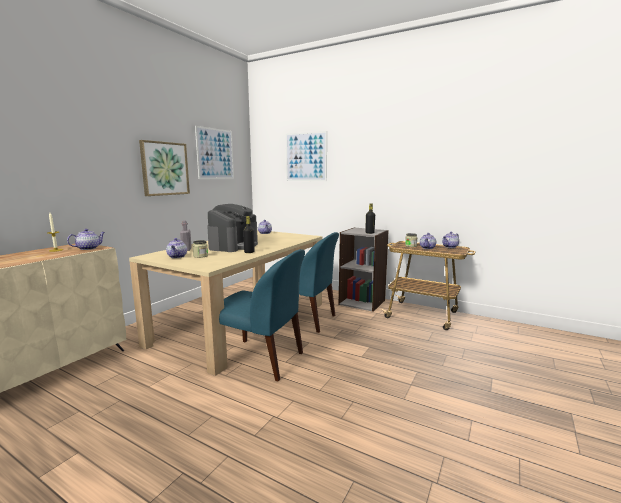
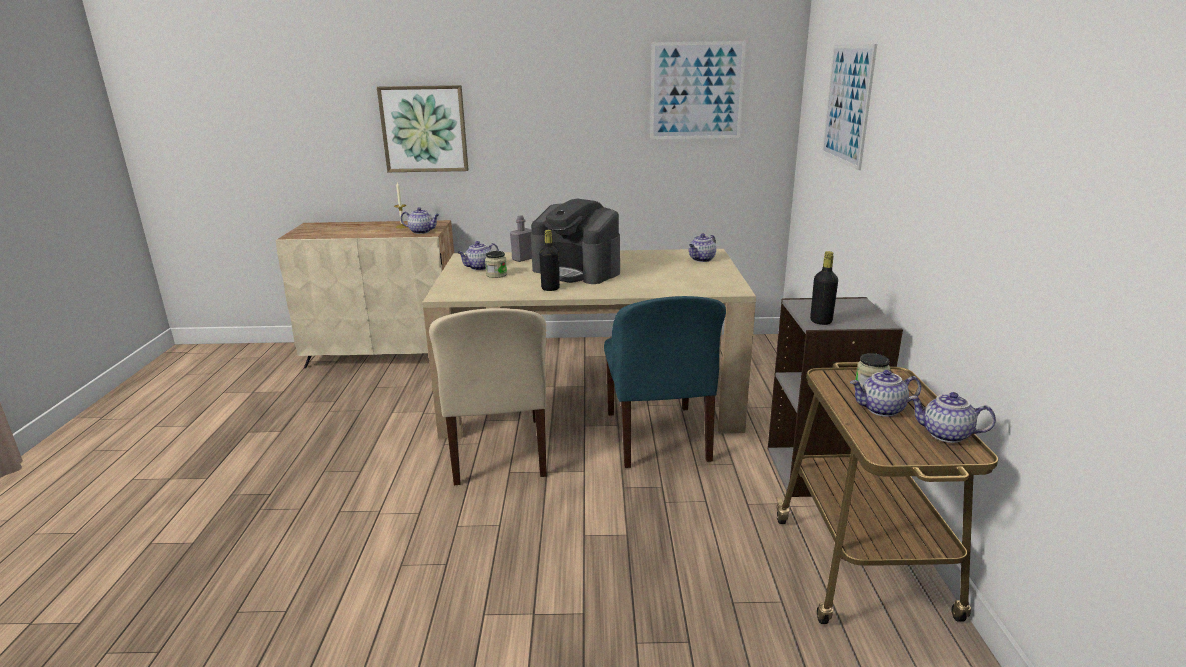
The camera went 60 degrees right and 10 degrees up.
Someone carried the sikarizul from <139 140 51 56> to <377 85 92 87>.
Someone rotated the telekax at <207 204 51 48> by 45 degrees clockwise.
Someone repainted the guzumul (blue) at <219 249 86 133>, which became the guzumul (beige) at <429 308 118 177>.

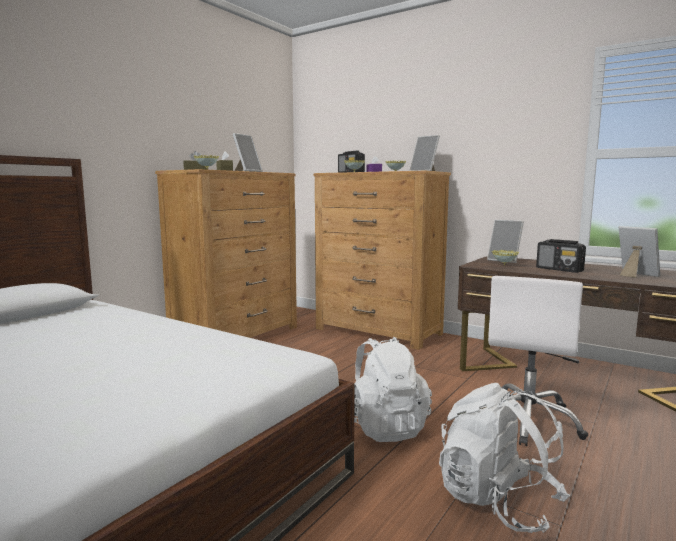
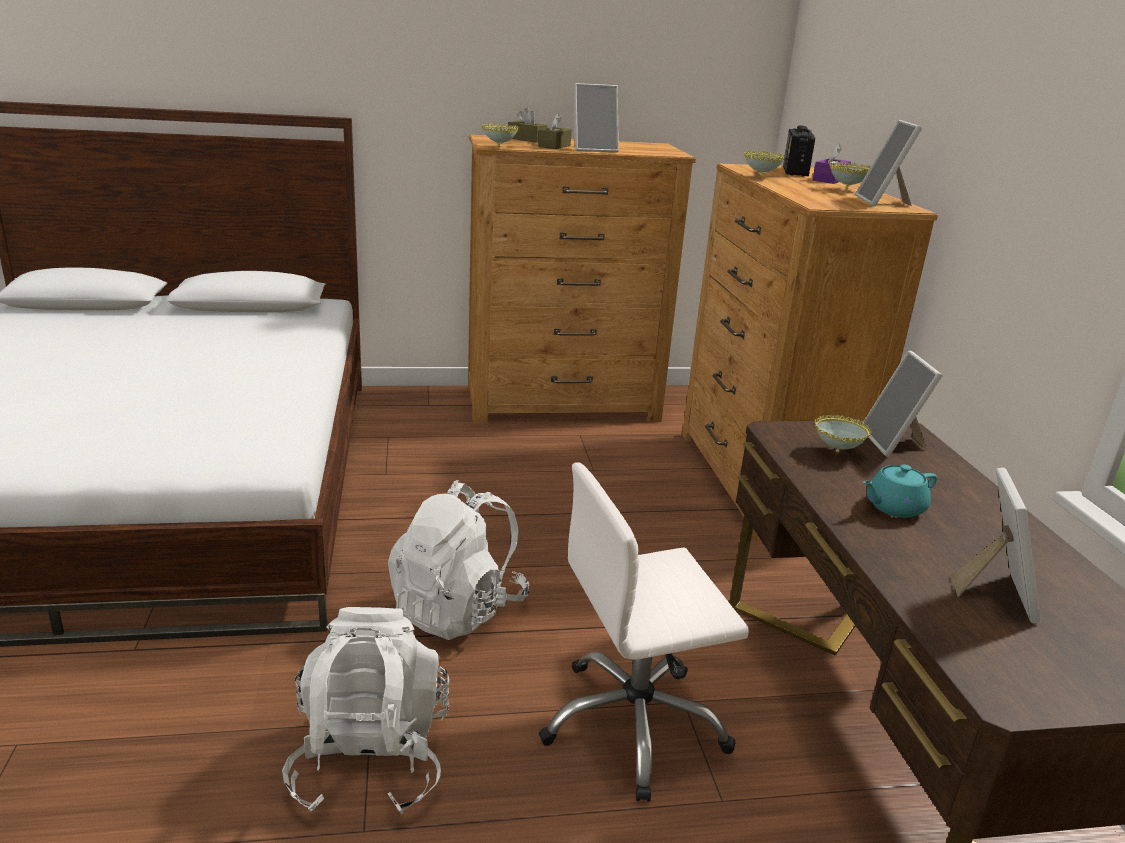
The camera went 45 degrees right and 15 degrees up.
Someone swapped the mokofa at <536 239 50 34> for the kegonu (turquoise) at <863 465 74 53>.

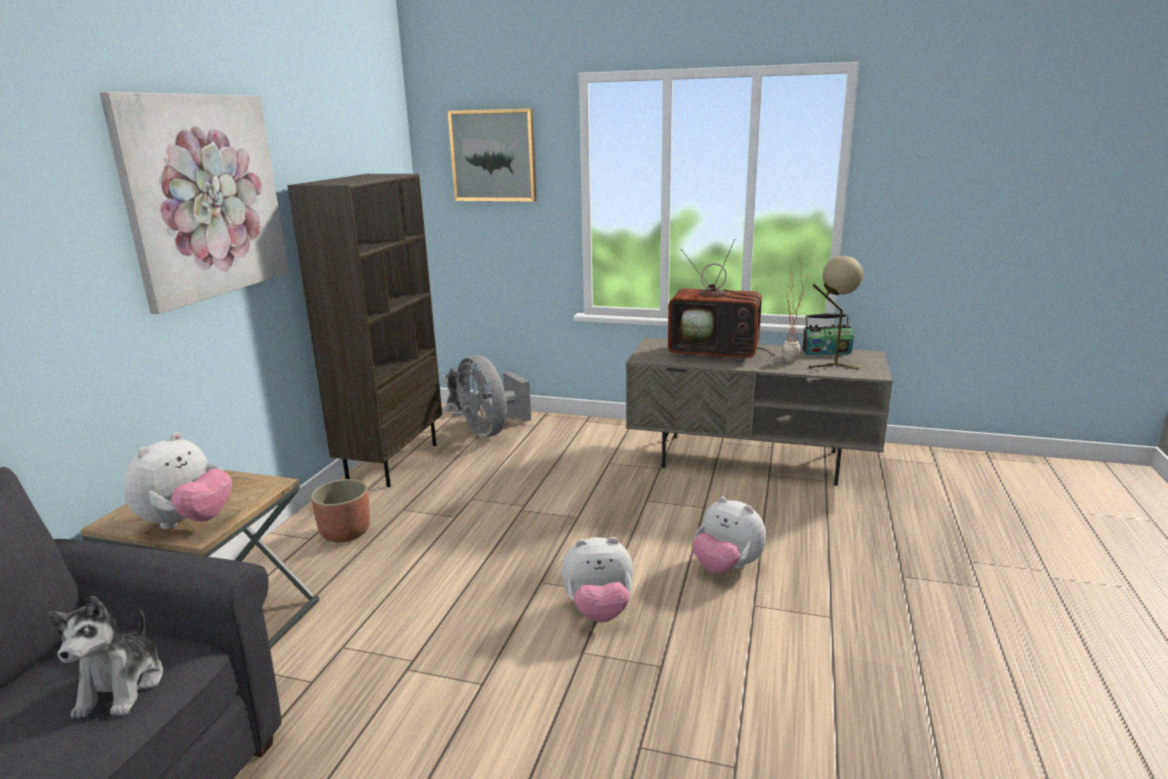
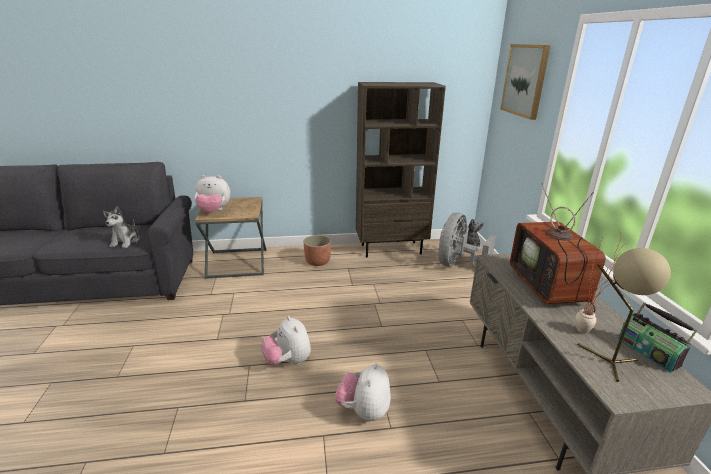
The camera went 65 degrees right and 5 degrees up.
Someone rotated the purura at <49 596 114 122> by 60 degrees counterclockwise.
Someone took away the sikarizul at <99 92 190 222>.

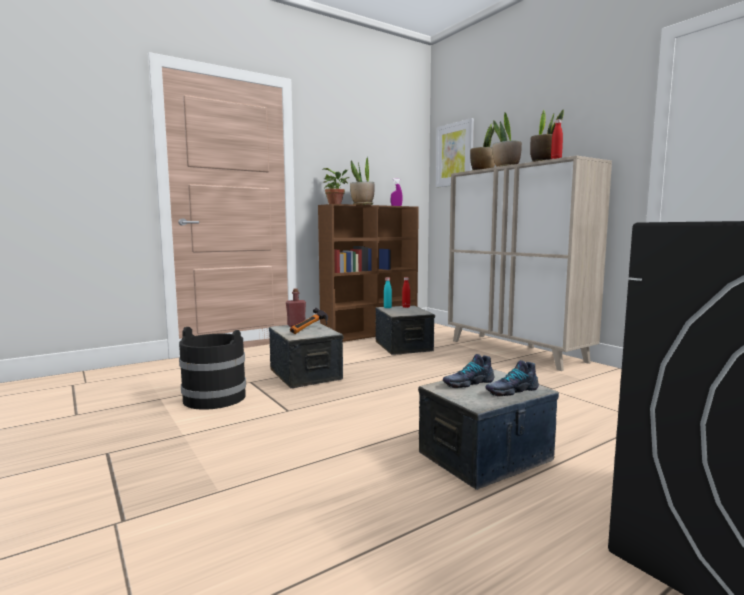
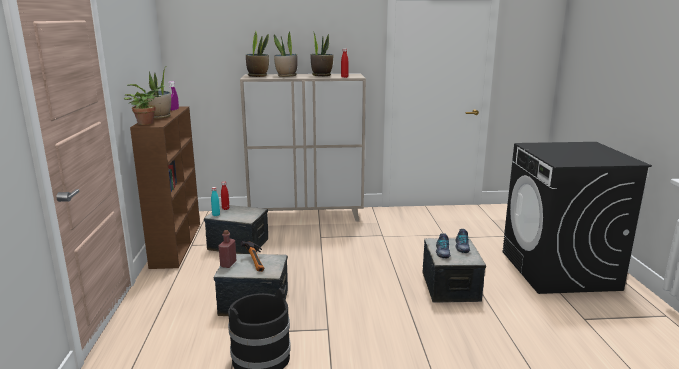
The camera went 60 degrees left and 10 degrees up.
Someone took away the sikarizul at <436 118 38 69>.

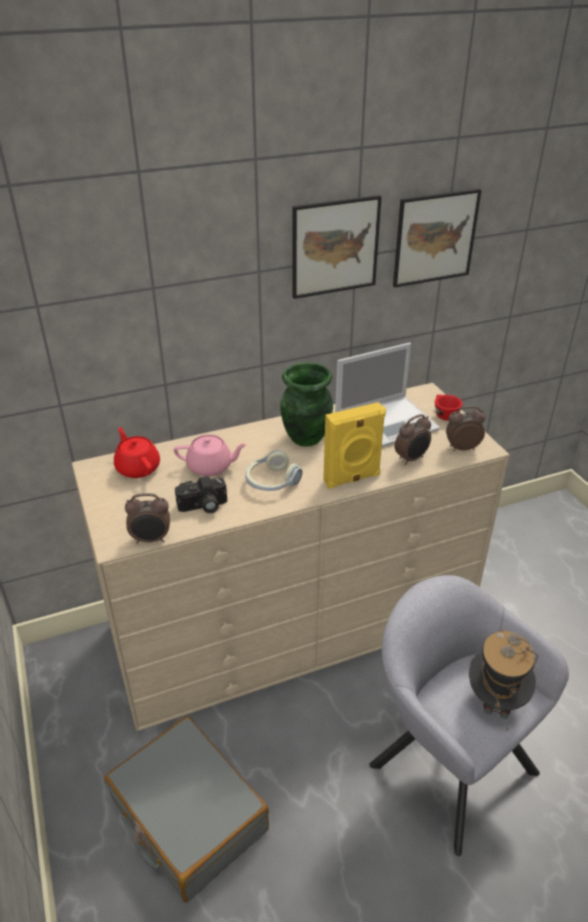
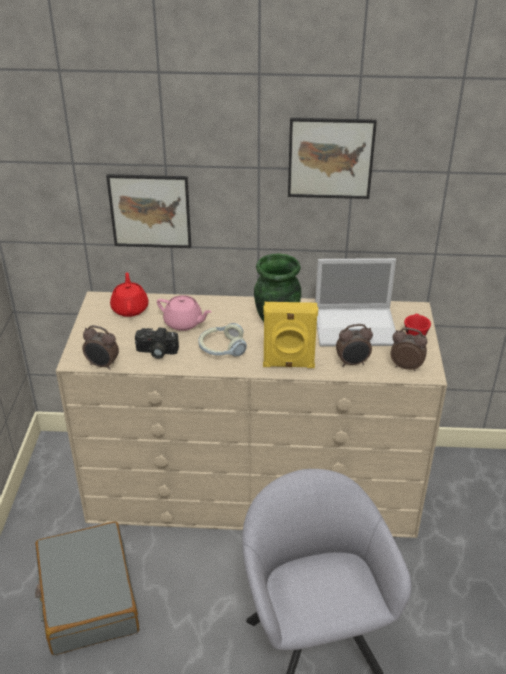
The camera went 25 degrees right and 0 degrees up.
Someone carried the sikarizul from <393 189 88 98> to <106 174 85 74>.
Someone took away the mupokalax at <469 630 69 102>.

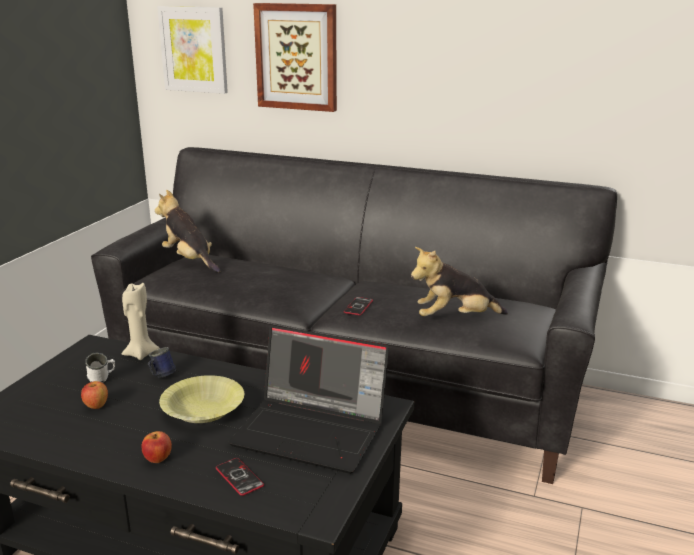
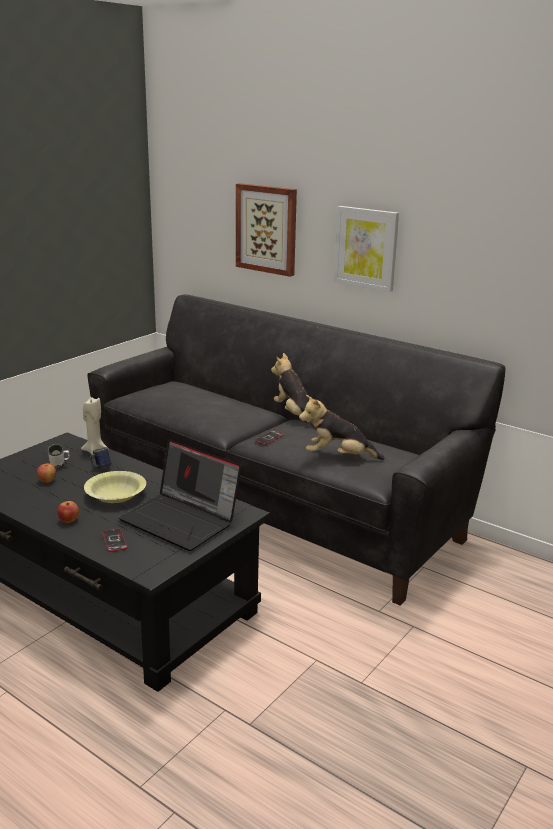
The camera went 15 degrees right and 0 degrees up.
Someone carried the purura from <155 190 65 83> to <271 353 45 76>.
Someone carried the sikarizul from <157 6 71 88> to <334 206 65 86>.

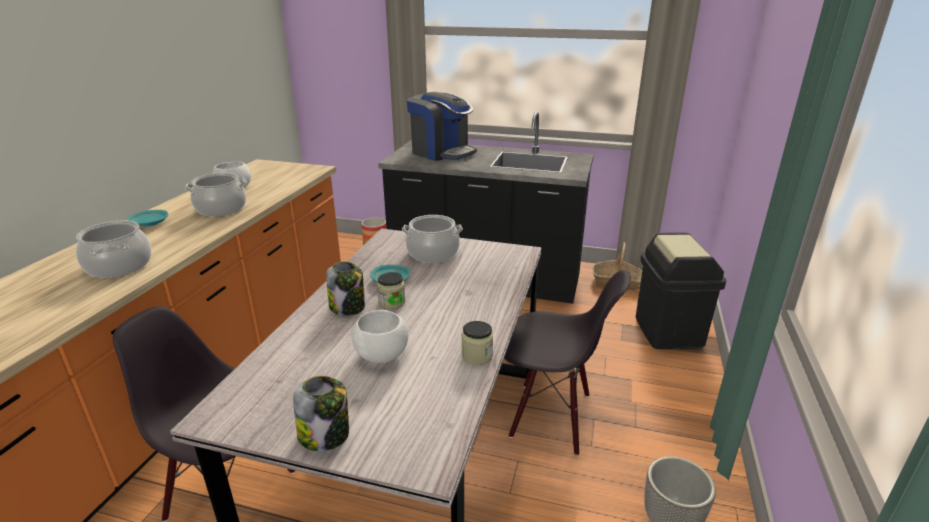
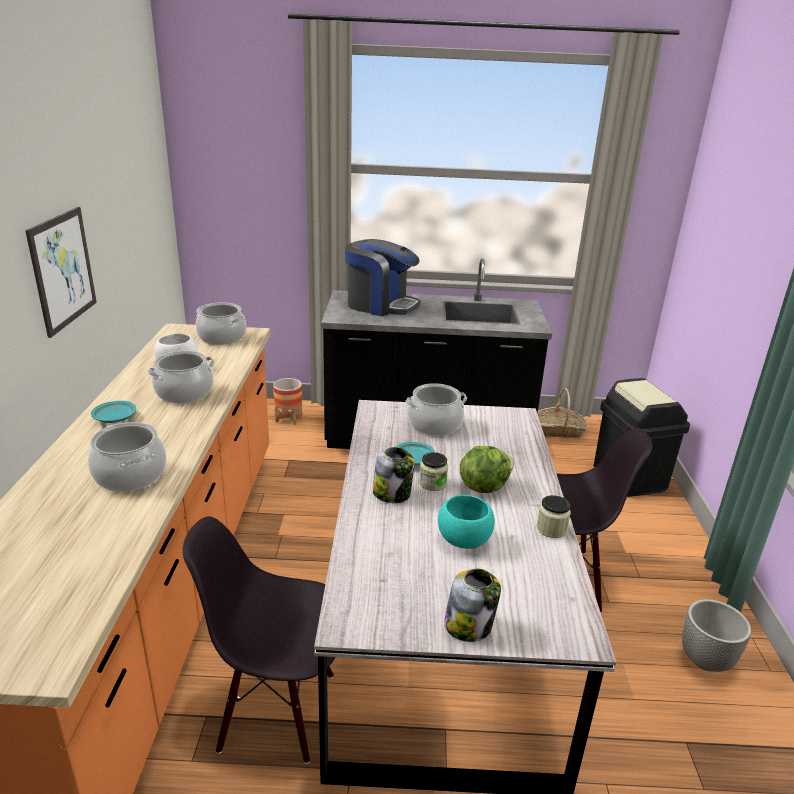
The camera went 15 degrees left and 0 degrees up.
Someone repainted the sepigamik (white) at <352 310 56 53>, which became the sepigamik (turquoise) at <438 495 57 54>.
Someone put up the sikarizul at <25 207 72 131>.
Someone put down the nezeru at <196 302 50 43>.
Someone put down the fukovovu at <460 446 54 47>.

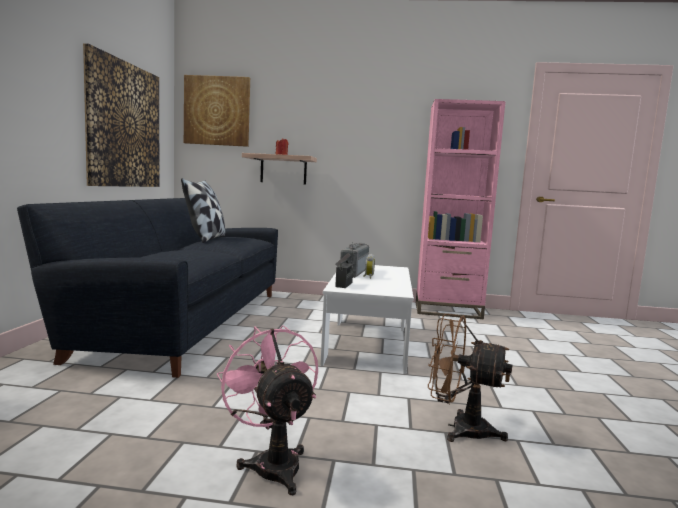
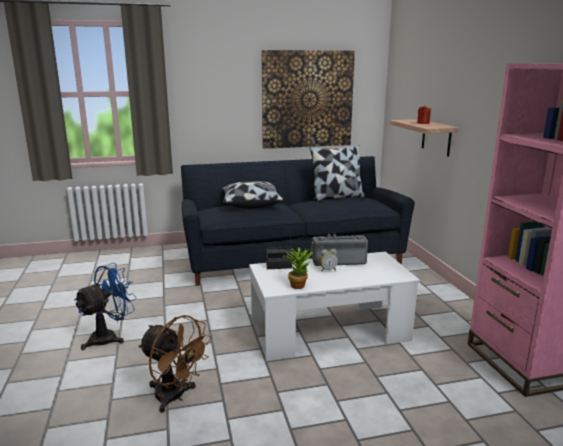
The camera went 70 degrees right and 10 degrees up.
Someone took away the sikarizul at <184 75 66 72>.
Someone repainted the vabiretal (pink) at <217 325 101 170>, which became the vabiretal (blue) at <74 263 63 87>.
Someone rotated the vabiretal (brown) at <428 314 84 128> by 120 degrees clockwise.
Someone put down the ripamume at <222 181 62 28>.
Someone put down the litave at <283 248 30 41>.

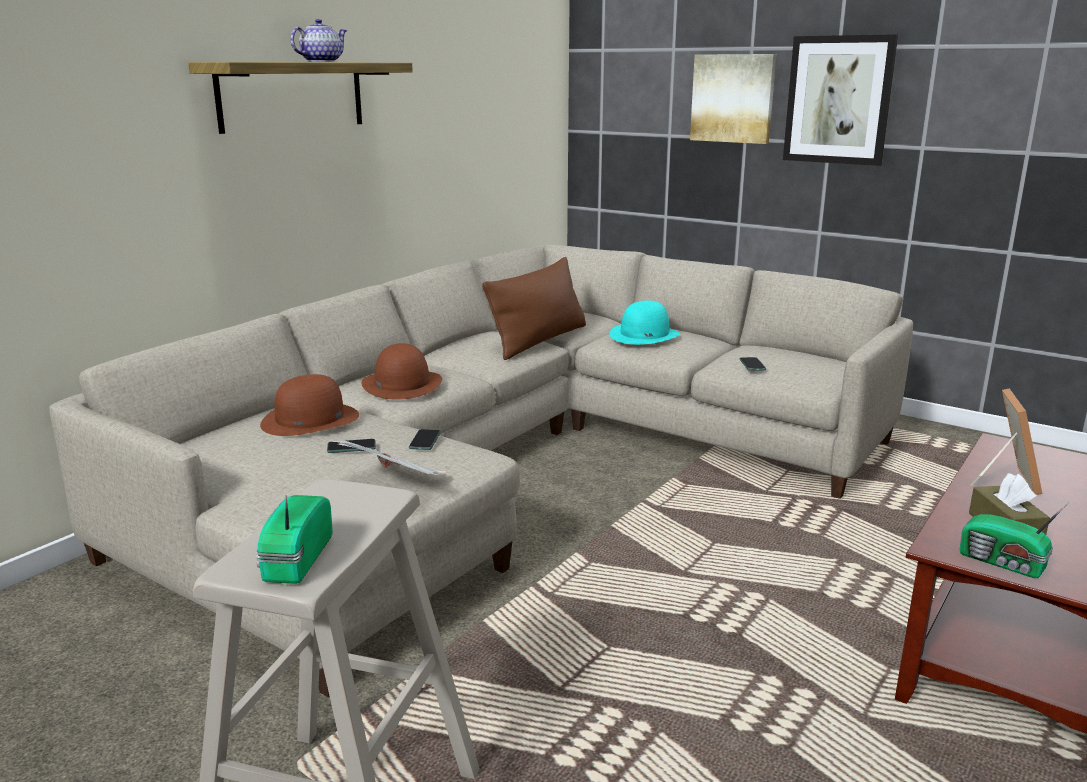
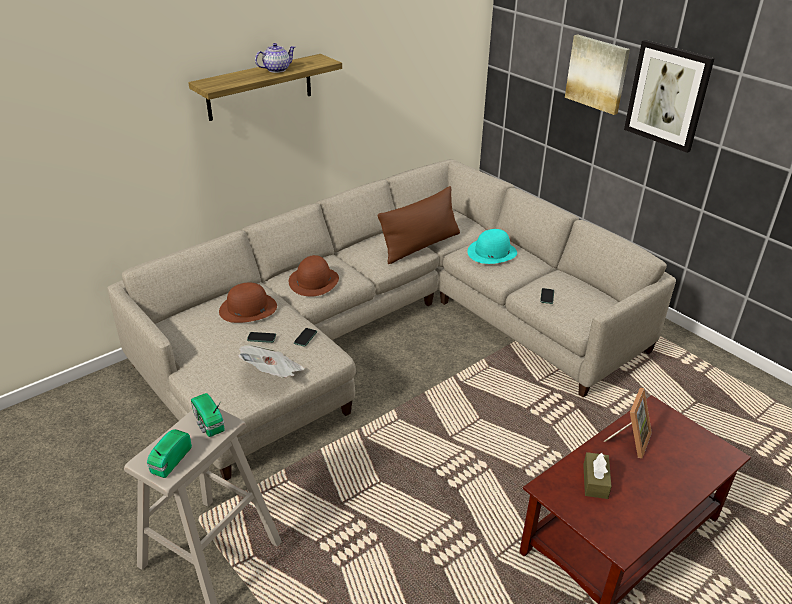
The camera went 15 degrees right and 15 degrees up.
Someone carried the mokofa from <959 502 110 76> to <191 393 33 44>.

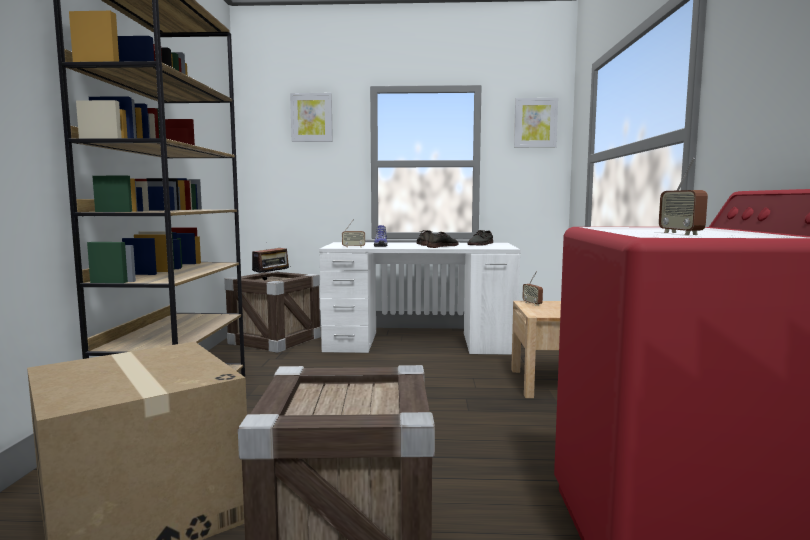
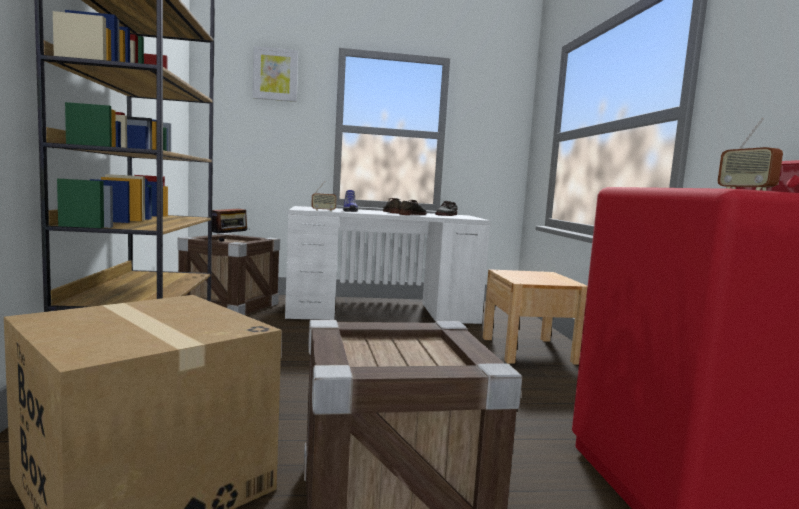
The camera went 10 degrees left and 0 degrees up.
Someone took away the sikarizul at <514 98 44 50>.
Someone took away the mokofa at <522 271 21 35>.

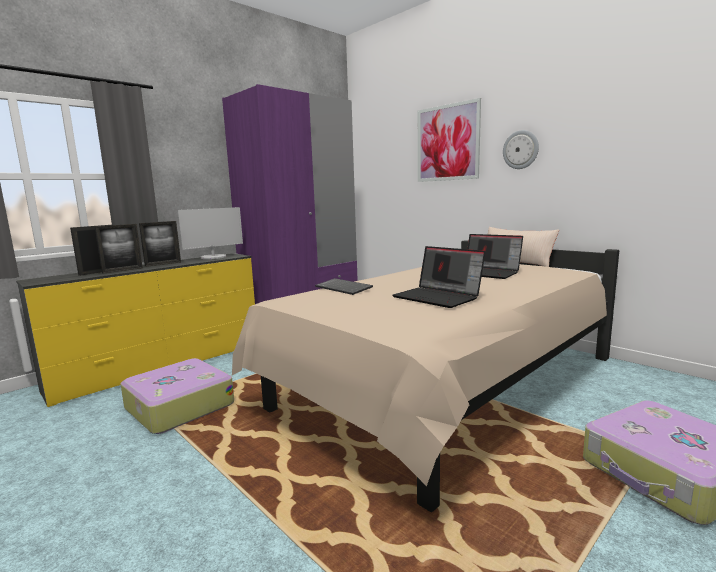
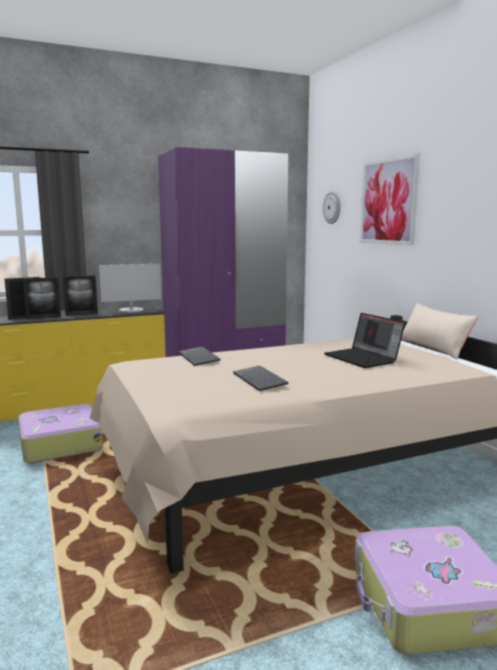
The camera went 20 degrees right and 0 degrees up.
Someone swapped the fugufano at <393 246 92 62> for the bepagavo at <233 365 55 26>.
Someone carried the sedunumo from <503 130 36 39> to <323 191 17 33>.

